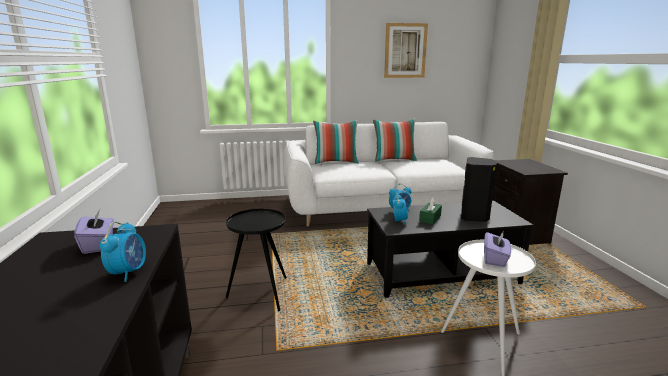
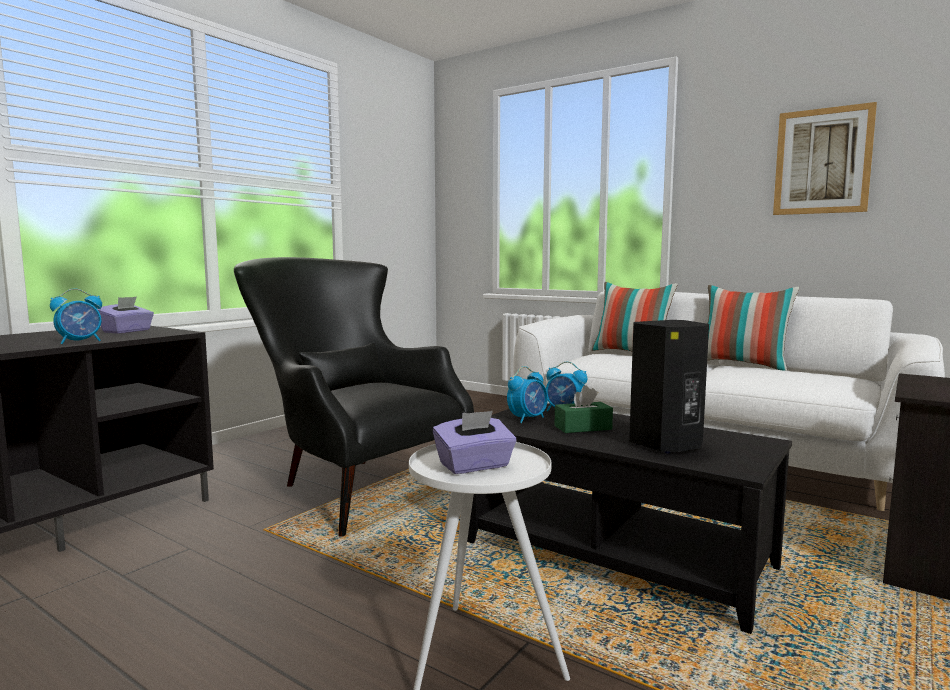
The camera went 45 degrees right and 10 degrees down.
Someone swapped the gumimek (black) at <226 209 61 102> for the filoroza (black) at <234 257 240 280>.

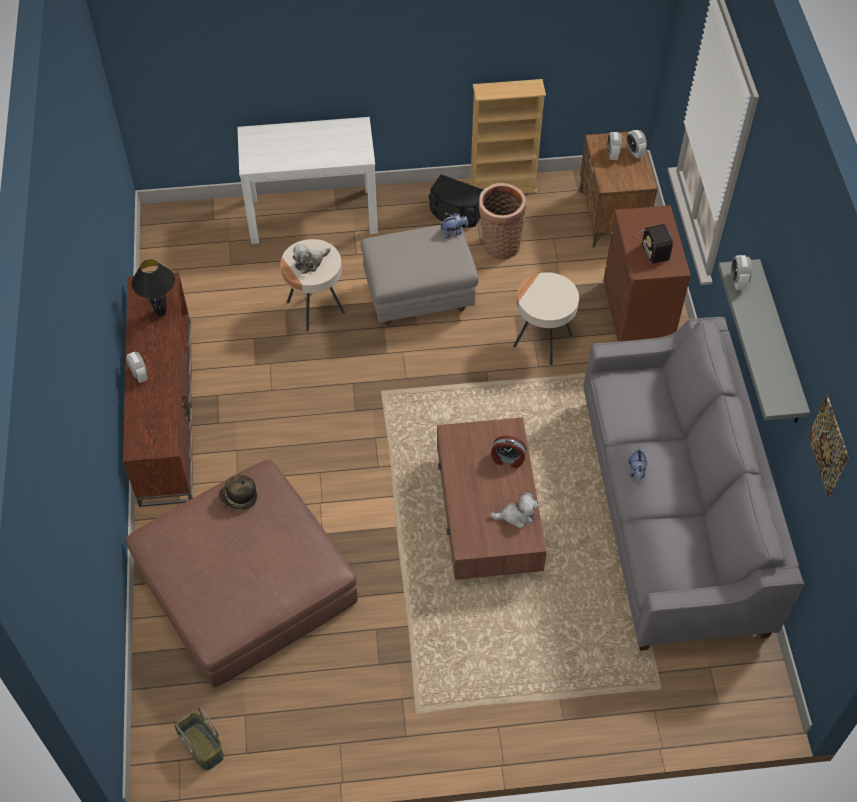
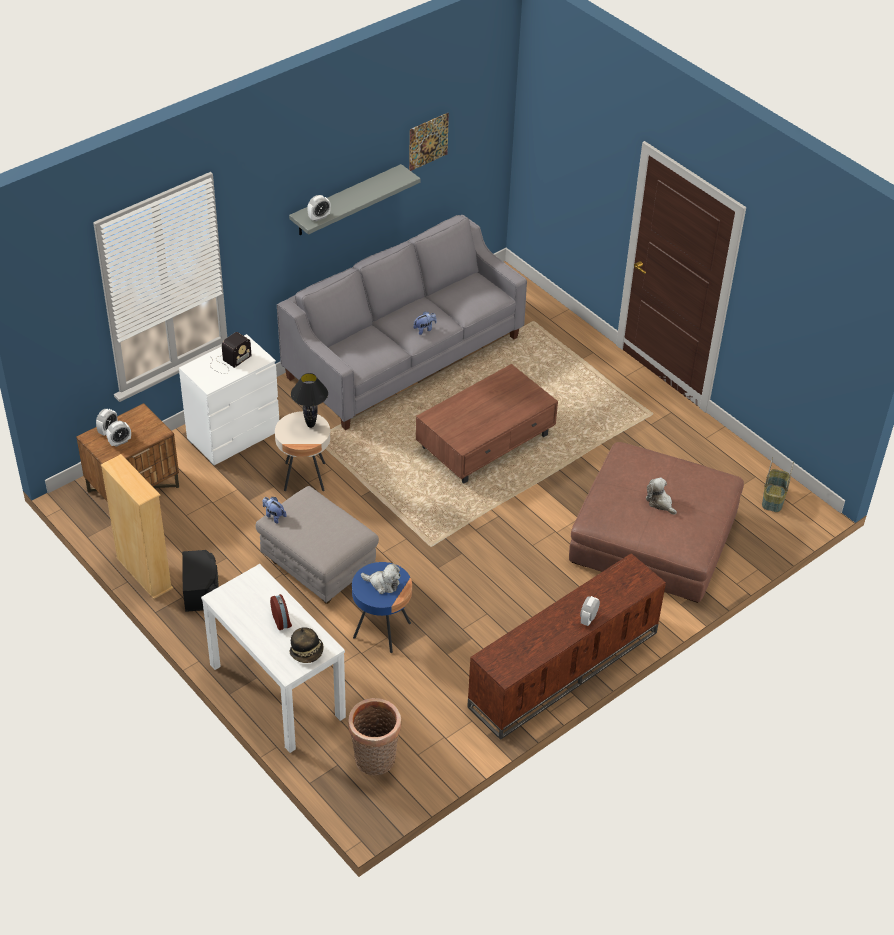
The camera went 125 degrees left and 10 degrees down.
Someone carried the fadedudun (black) from <132 259 43 58> to <291 373 37 55>.
Someone carried the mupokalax from <219 475 38 35> to <290 627 34 36>.
Someone repainted the gumimek (beige) at <280 239 65 92>, which became the gumimek (blue) at <352 562 60 91>.
Someone carried the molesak from <479 183 47 76> to <348 698 53 77>.
Someone carried the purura from <490 492 49 37> to <646 477 31 38>.
Someone carried the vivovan from <491 436 35 32> to <270 594 22 36>.
Someone repainted the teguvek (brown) at <603 205 88 137>, which became the teguvek (white) at <179 334 100 131>.

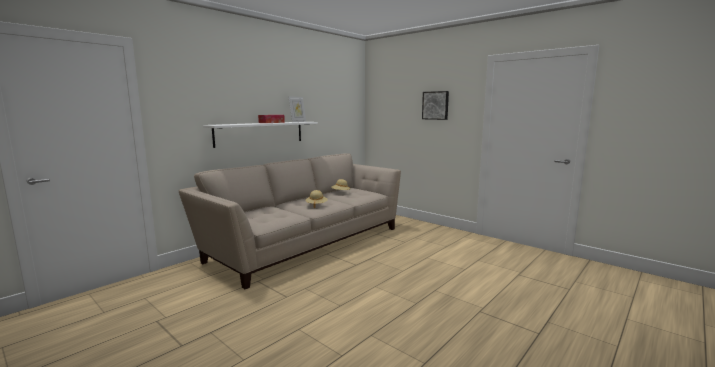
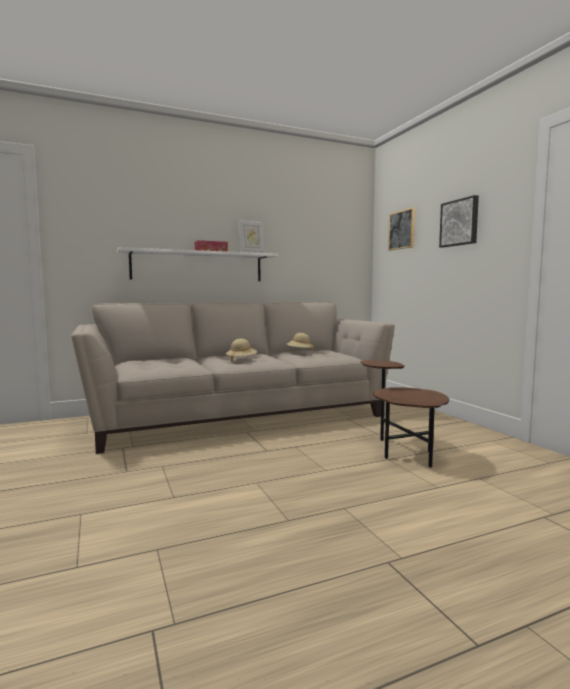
The camera went 25 degrees right and 5 degrees down.
Someone put down the gumimek (brown) at <361 360 88 107>.
Someone put up the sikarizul at <388 208 27 43>.

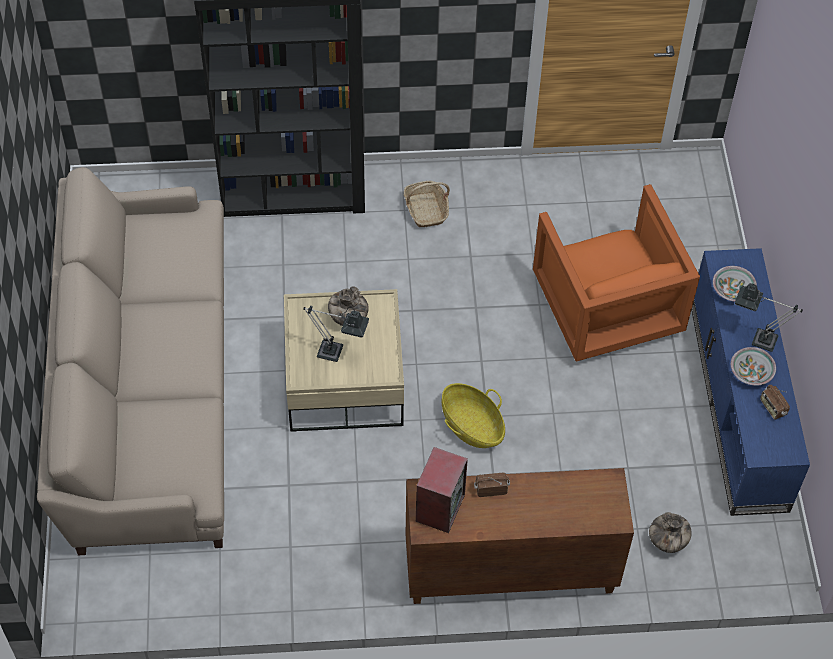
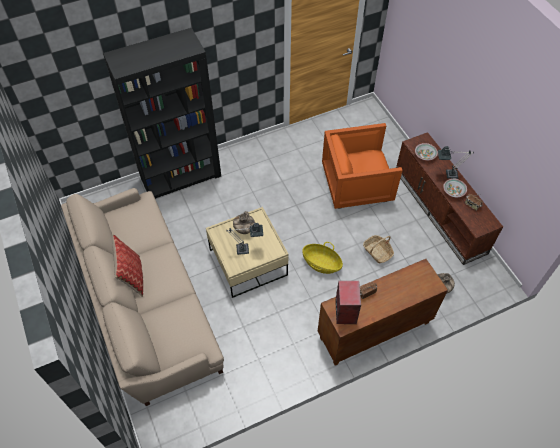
The camera went 20 degrees left and 0 degrees up.
Someone carried the molesak from <404 181 46 46> to <363 235 31 29>.
Someone rotated the filoroza (orange) at <533 184 167 178> by 120 degrees clockwise.
Someone repainted the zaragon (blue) at <692 248 118 268>, which became the zaragon (brown) at <396 132 107 133>.
Someone put down the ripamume at <112 234 31 63>.

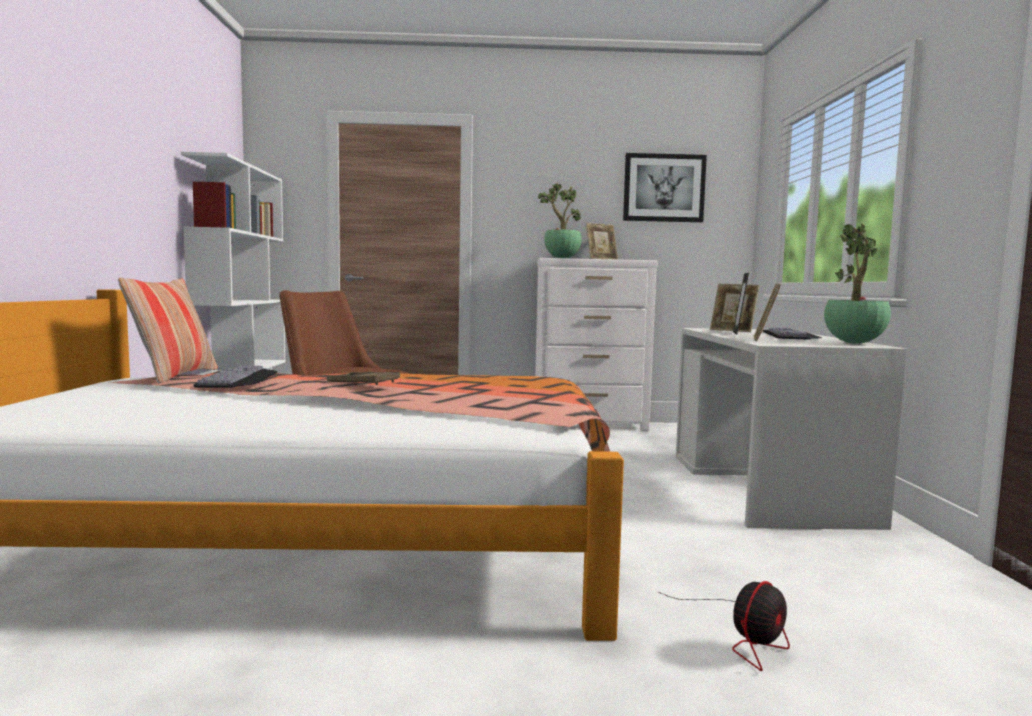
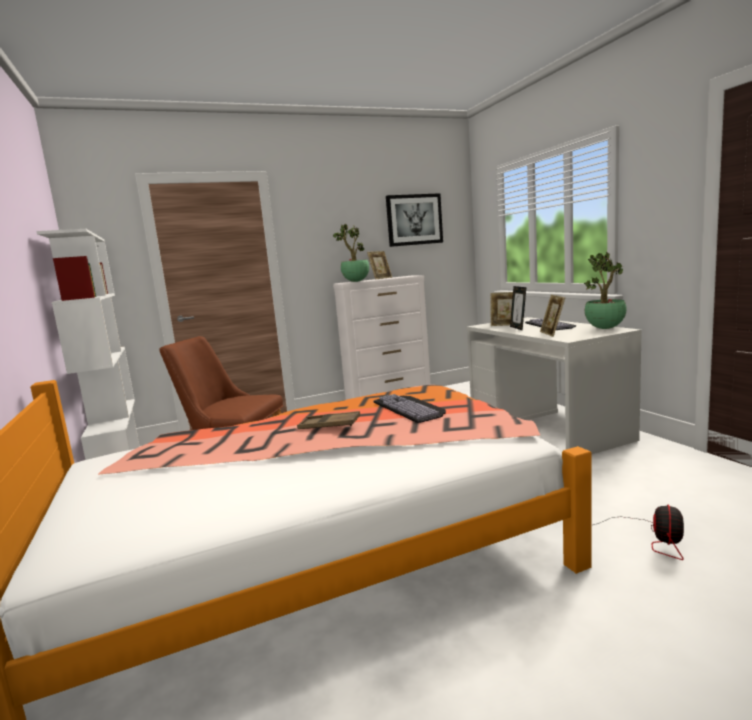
The camera went 20 degrees left and 5 degrees up.
Someone took away the ripamume at <118 277 100 107>.
Someone carried the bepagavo from <194 366 84 22> to <373 394 73 29>.

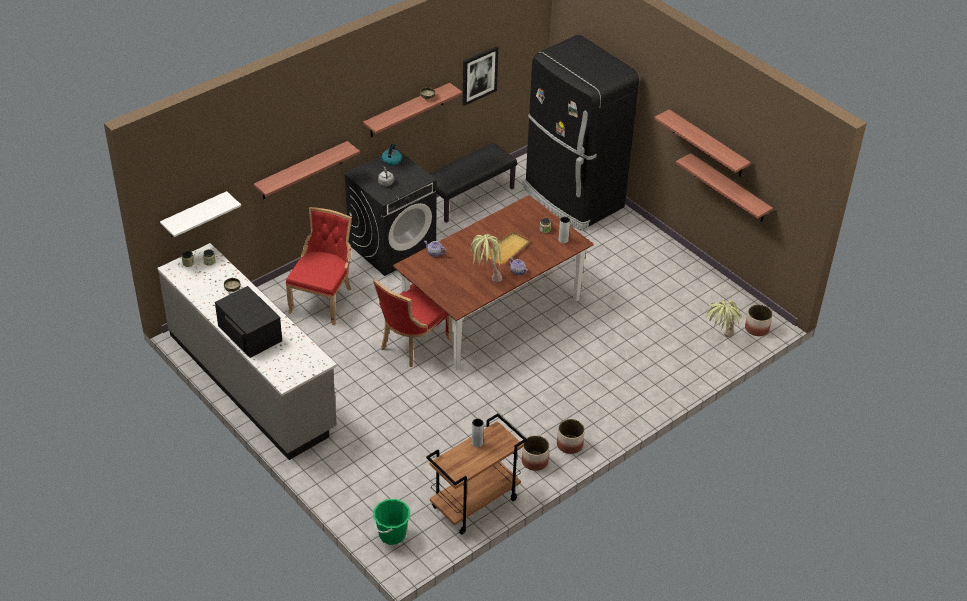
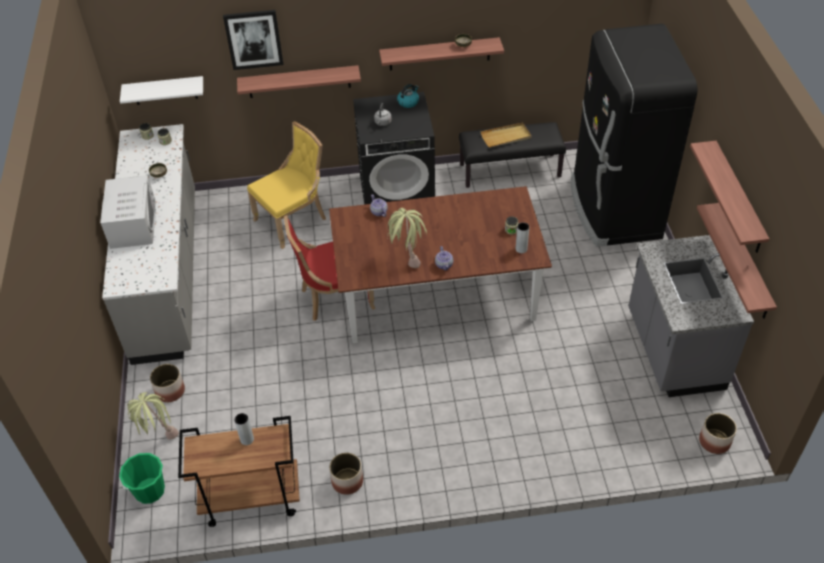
The camera went 35 degrees right and 5 degrees up.
Someone repainted the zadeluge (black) at <215 286 67 72>, which became the zadeluge (white) at <100 175 56 74>.
Someone repainted the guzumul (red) at <286 207 66 118>, which became the guzumul (yellow) at <247 121 79 128>.
Someone carried the sikarizul from <463 46 35 60> to <223 10 60 60>.
Someone carried the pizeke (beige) from <484 231 46 34> to <480 123 52 25>.
Someone carried the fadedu from <557 419 28 35> to <150 364 35 38>.
Someone carried the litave from <706 300 37 38> to <127 392 52 48>.
Someone put down the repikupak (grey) at <628 235 126 162>.

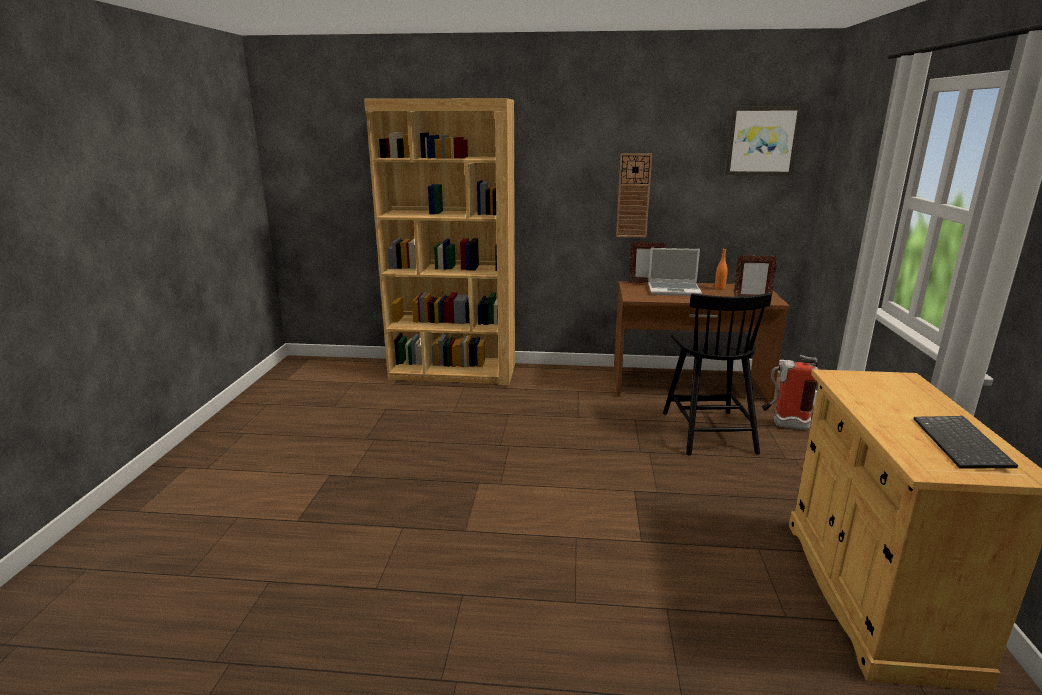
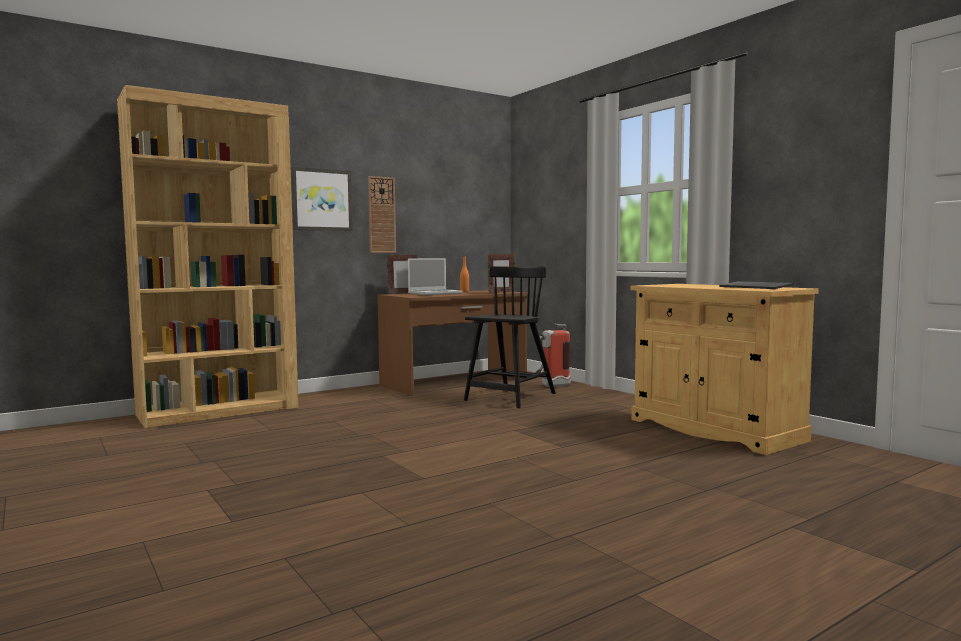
The camera went 40 degrees left and 15 degrees down.
Someone rotated the guzumul (black) at <663 293 109 162> by 105 degrees counterclockwise.
Someone carried the sikarizul from <725 106 78 70> to <291 166 62 65>.

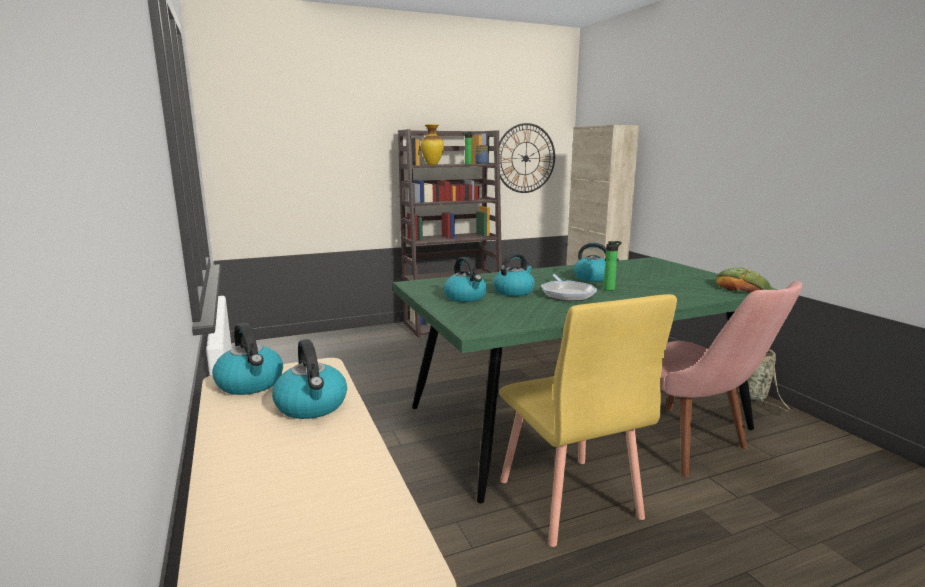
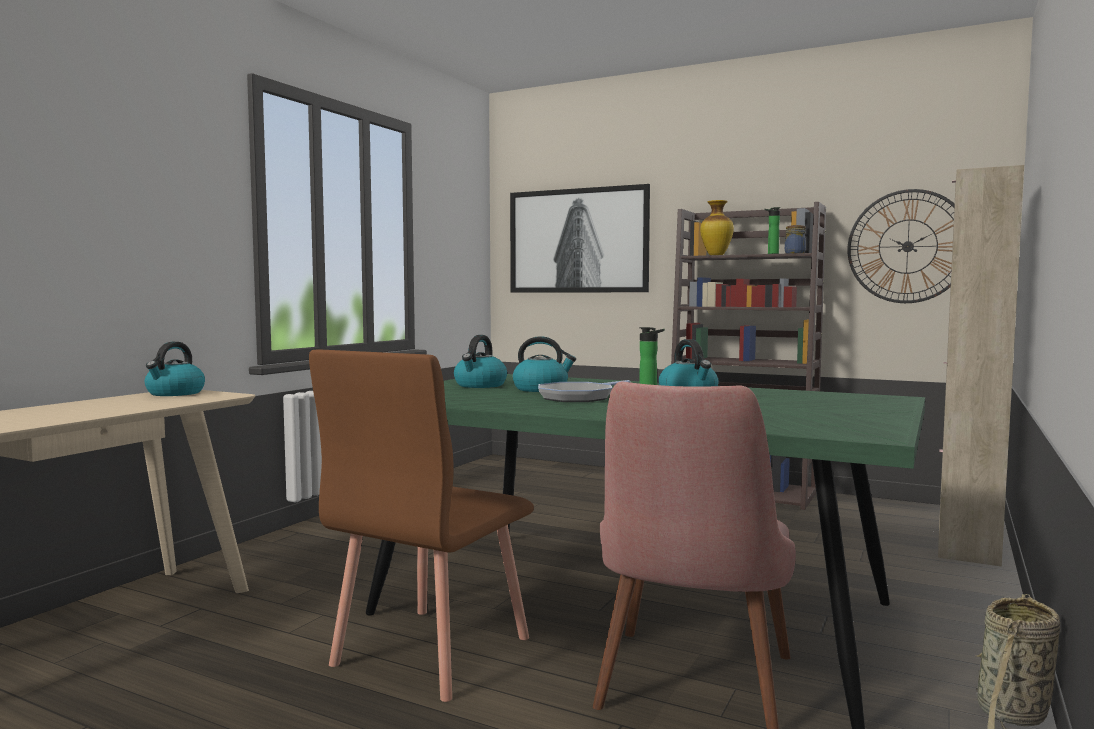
The camera went 50 degrees right and 10 degrees down.
Someone took away the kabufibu at <272 339 75 80>.
Someone repainted the guzumul (yellow) at <499 294 178 253>, which became the guzumul (brown) at <309 350 225 352>.
Someone took away the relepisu at <716 267 57 25>.
Someone put up the sikarizul at <510 184 140 108>.

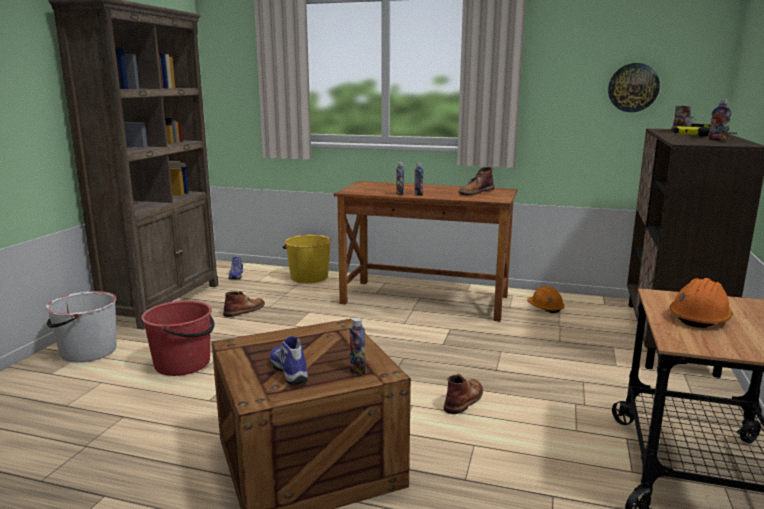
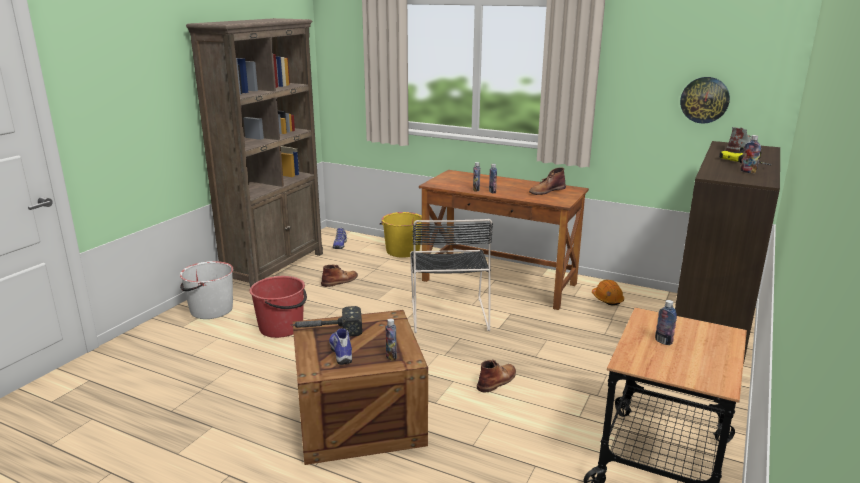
The camera went 10 degrees right and 5 degrees up.
Someone swapped the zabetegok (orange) at <670 278 63 50> for the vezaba at <655 300 22 45>.
Someone put down the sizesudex at <291 306 71 31>.
Someone put down the guzumul (black) at <410 219 83 114>.

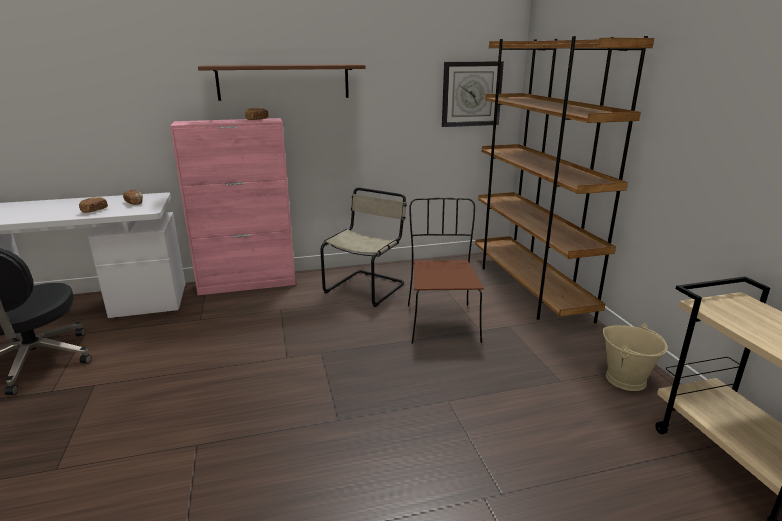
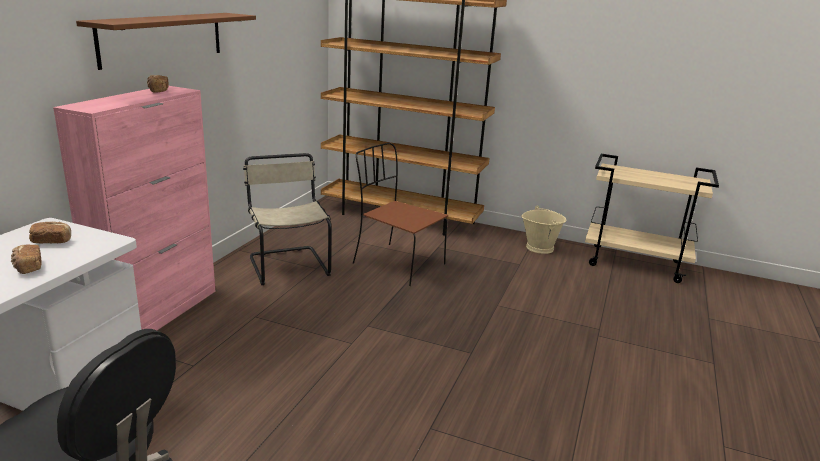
The camera went 55 degrees left and 0 degrees up.
Someone took away the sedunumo at <442 61 62 66>.

